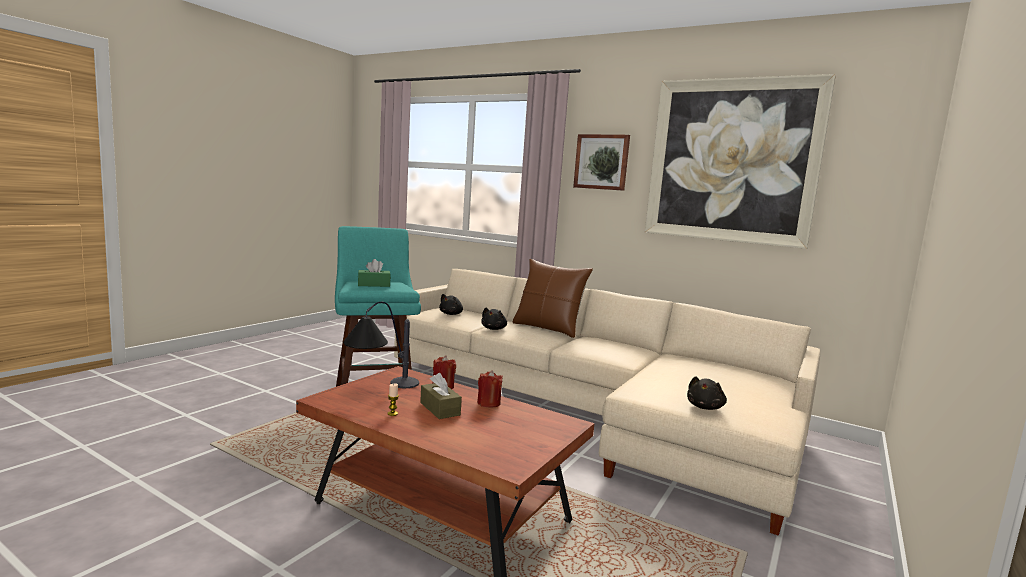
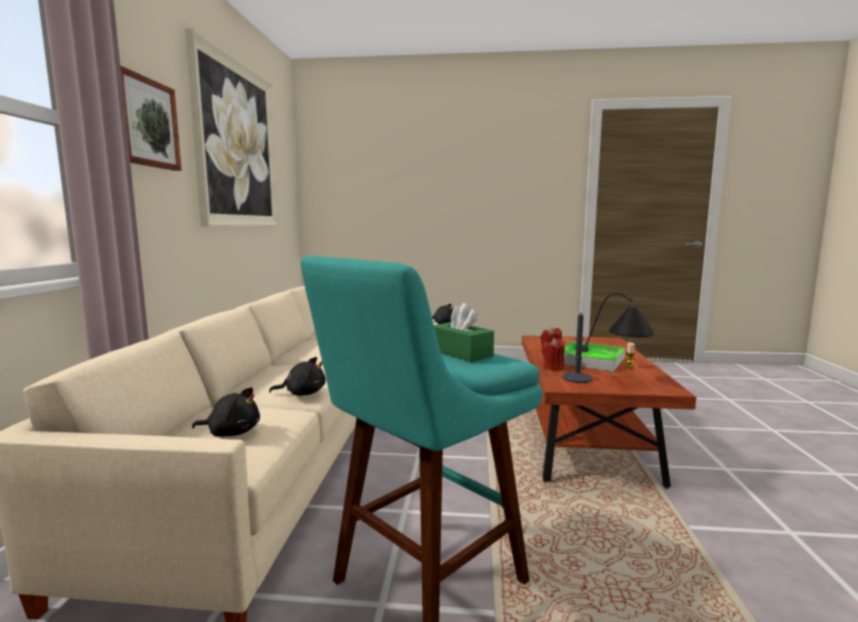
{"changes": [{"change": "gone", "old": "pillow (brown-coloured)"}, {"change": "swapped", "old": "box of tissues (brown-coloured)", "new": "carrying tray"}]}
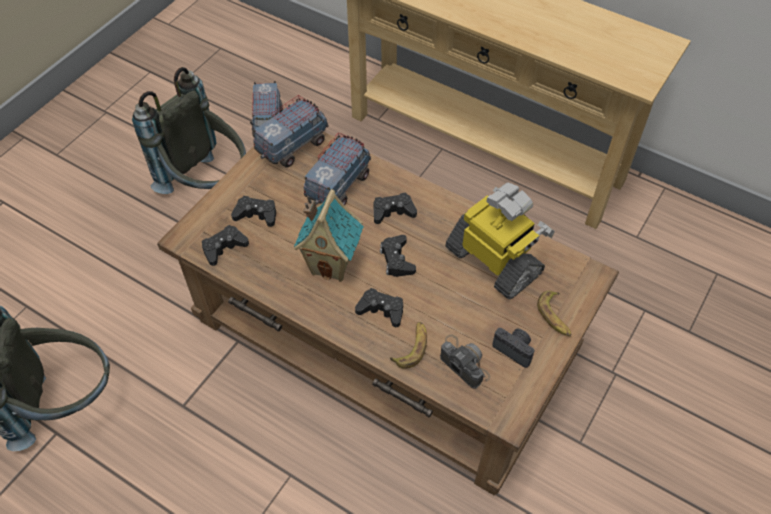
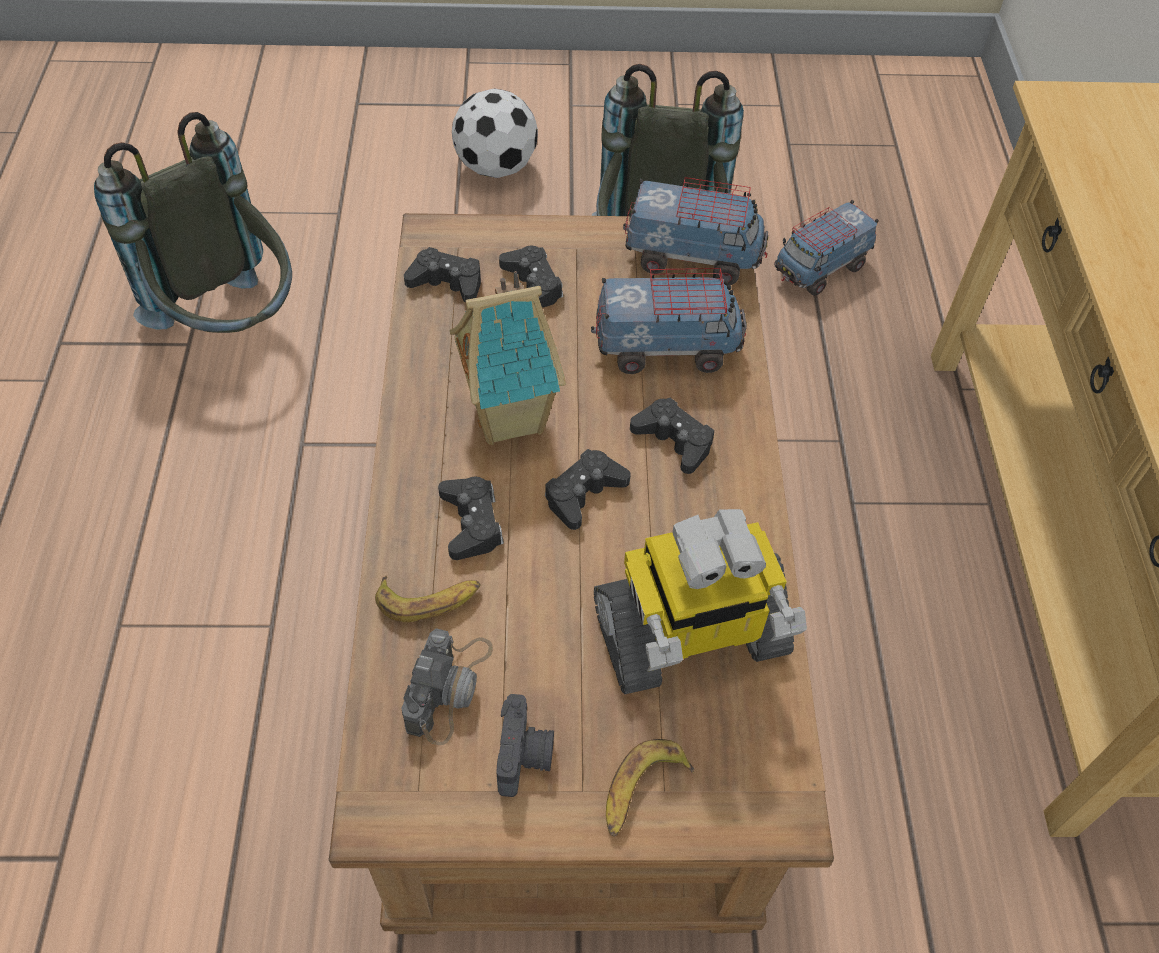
{"changes": [{"change": "rotated", "old": "model robot", "degrees": 60}, {"change": "new", "new": "football ball"}]}
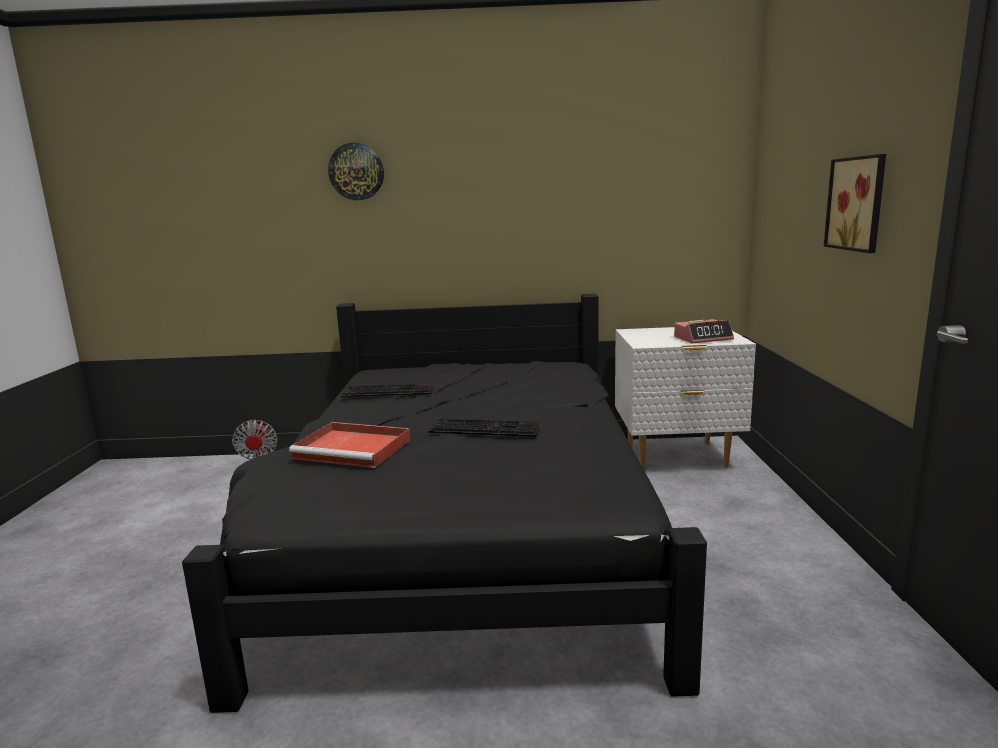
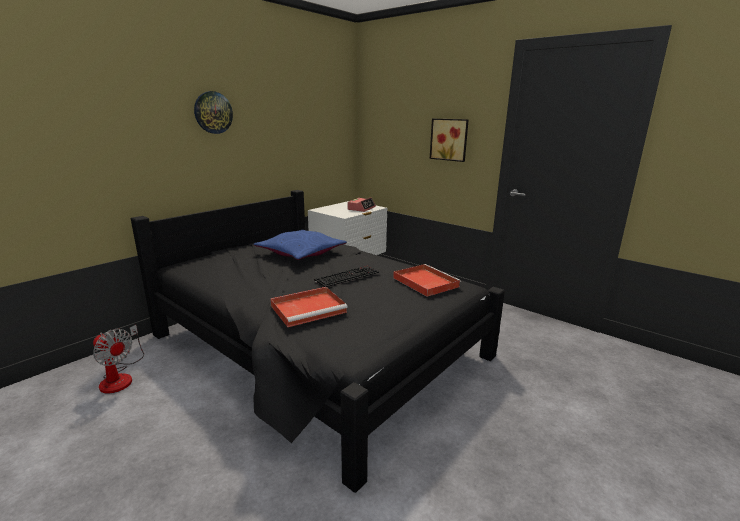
{"changes": [{"change": "shifted", "old": "clock on the wall"}, {"change": "gone", "old": "PC keyboard (no. 1 from left)"}, {"change": "new", "new": "pillow (bluish)"}, {"change": "new", "new": "carrying tray (red) (no. 2 from left)"}]}
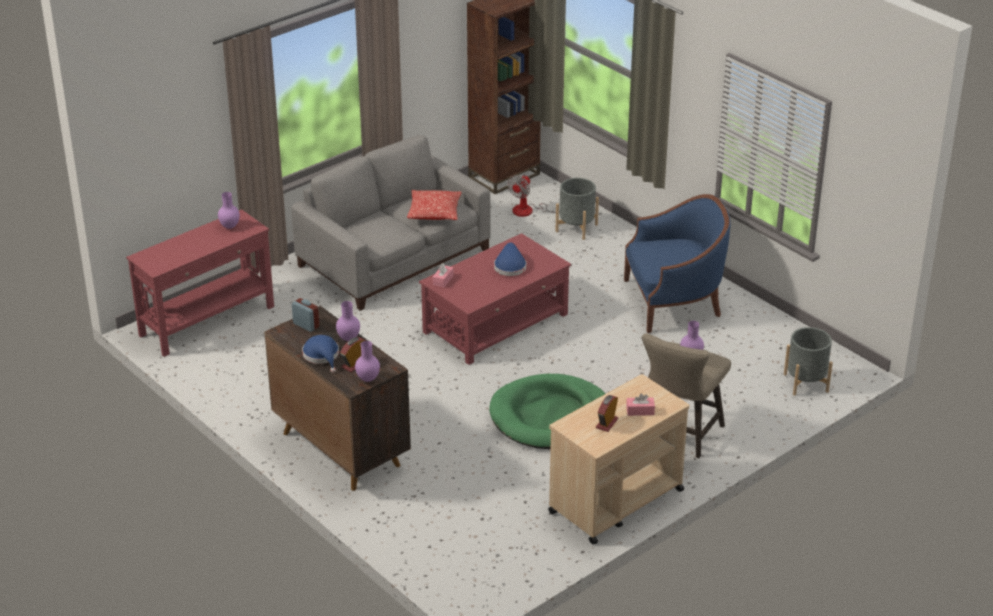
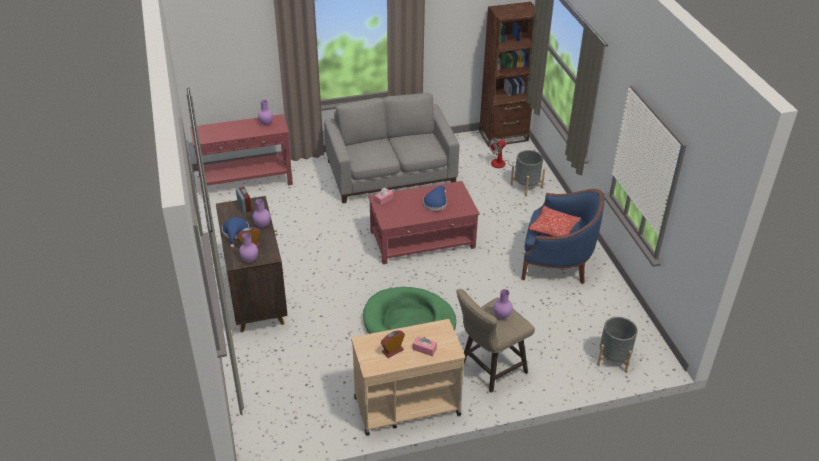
{"changes": [{"change": "shifted", "old": "pillow"}]}
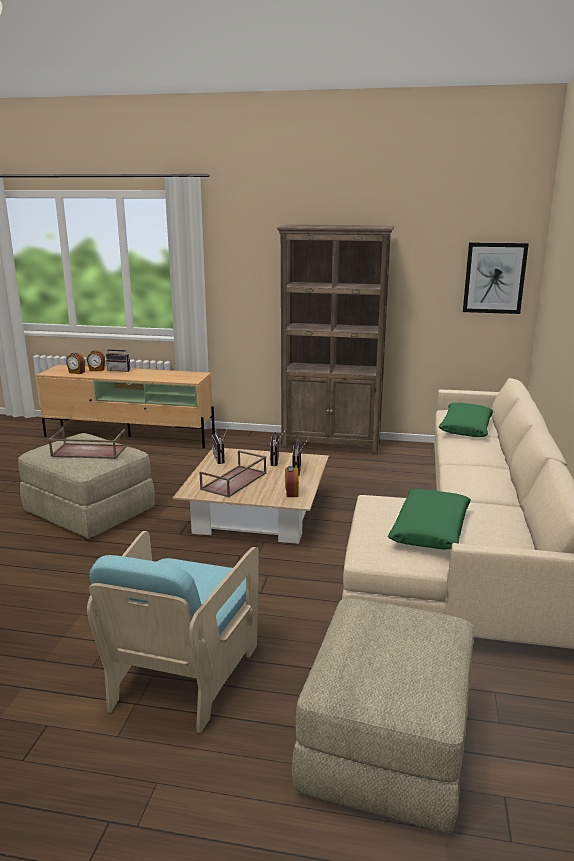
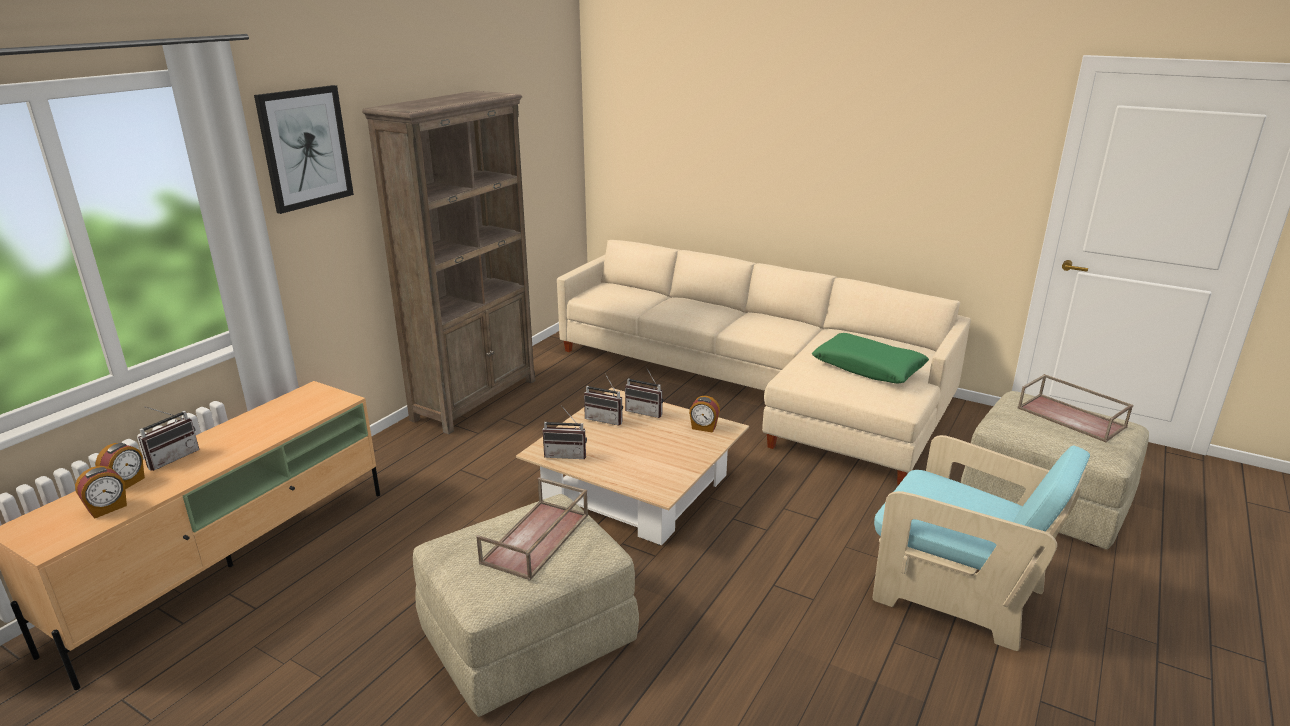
{"changes": [{"change": "shifted", "old": "wall picture"}, {"change": "gone", "old": "pillow (greenish) (no. 2 from left)"}, {"change": "shifted", "old": "carrying tray (brown-coloured) (no. 2 from left)"}]}
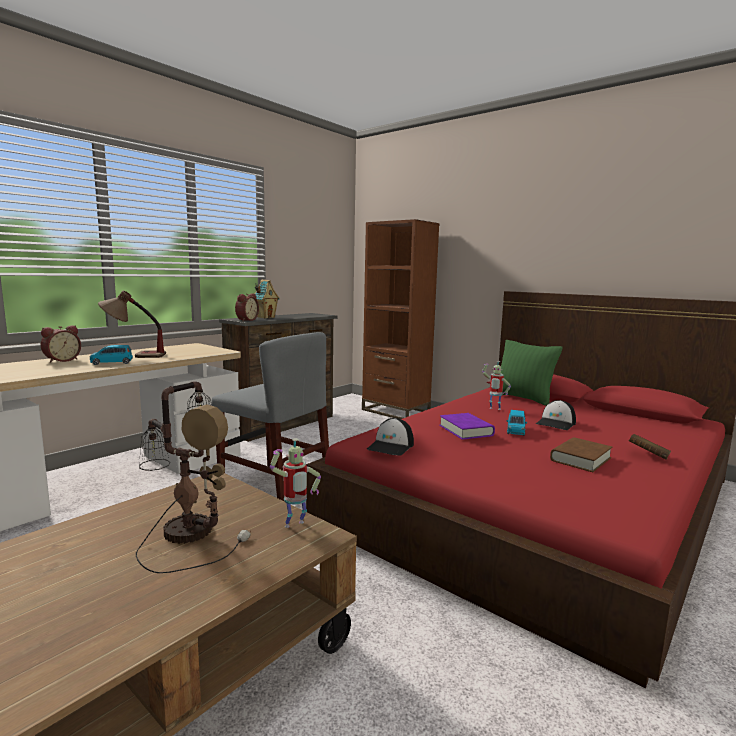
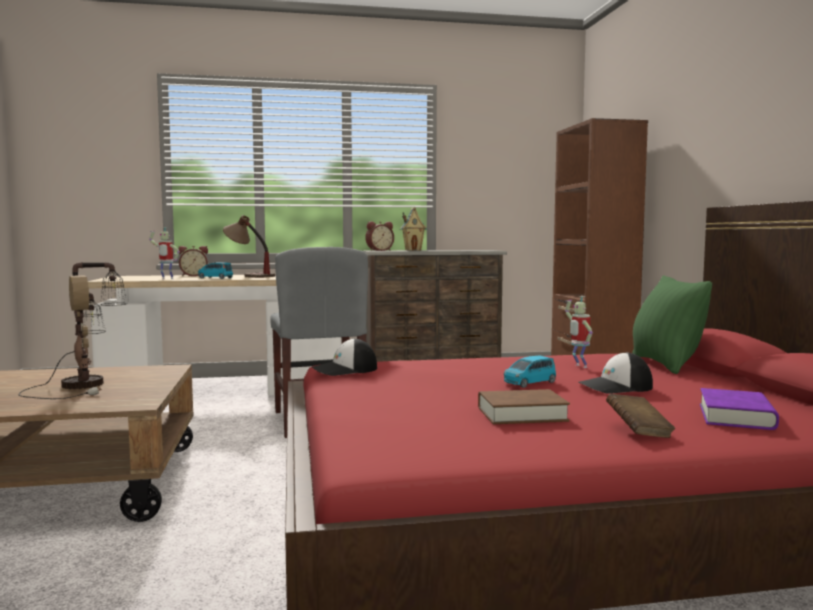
{"changes": [{"change": "shifted", "old": "volume (purple)"}, {"change": "shifted", "old": "model robot (no. 1 from left)"}]}
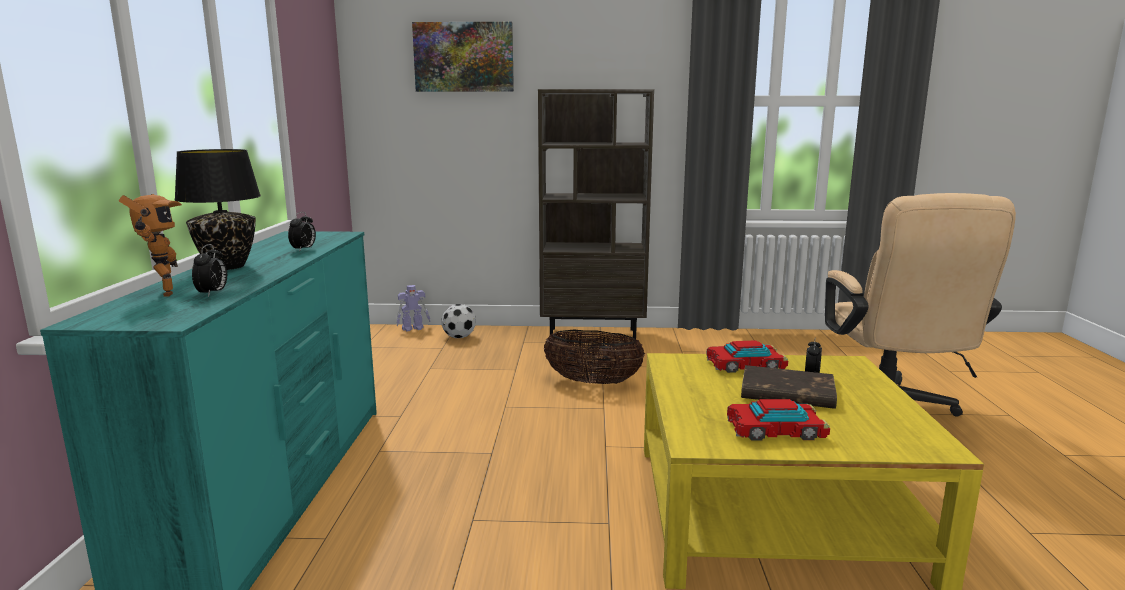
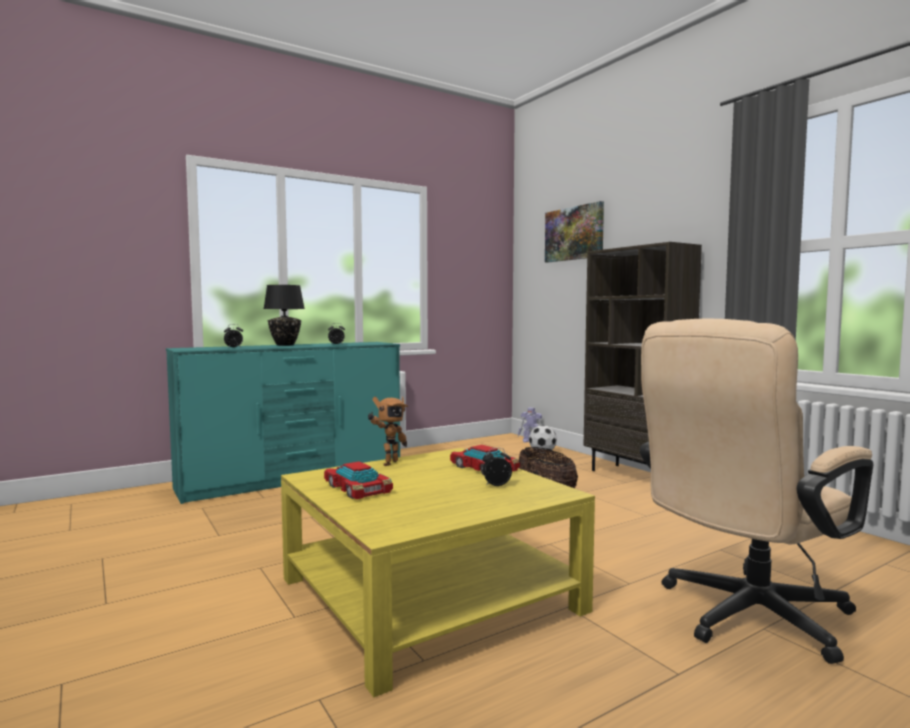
{"changes": [{"change": "shifted", "old": "model robot (no. 1 from left)"}, {"change": "gone", "old": "volume (brown-coloured)"}]}
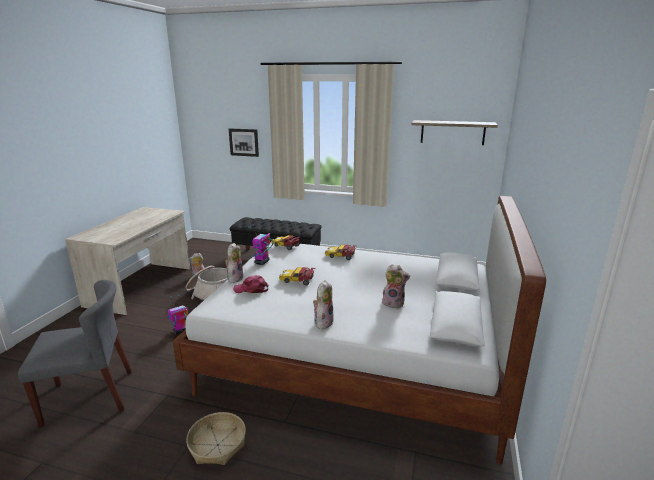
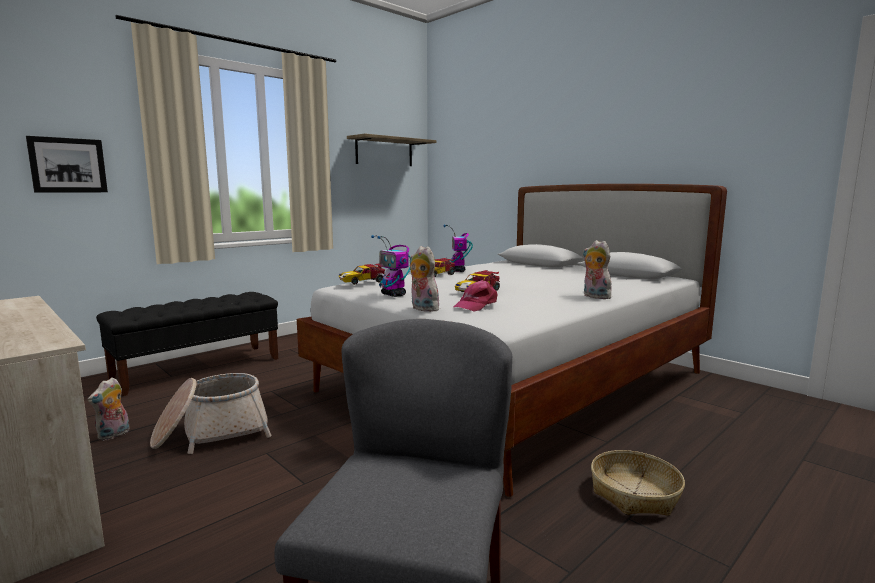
{"changes": [{"change": "gone", "old": "soft toy (no. 4 from left)"}, {"change": "shifted", "old": "model robot (no. 1 from left in the first image)", "new": "model robot (no. 2 from left)"}]}
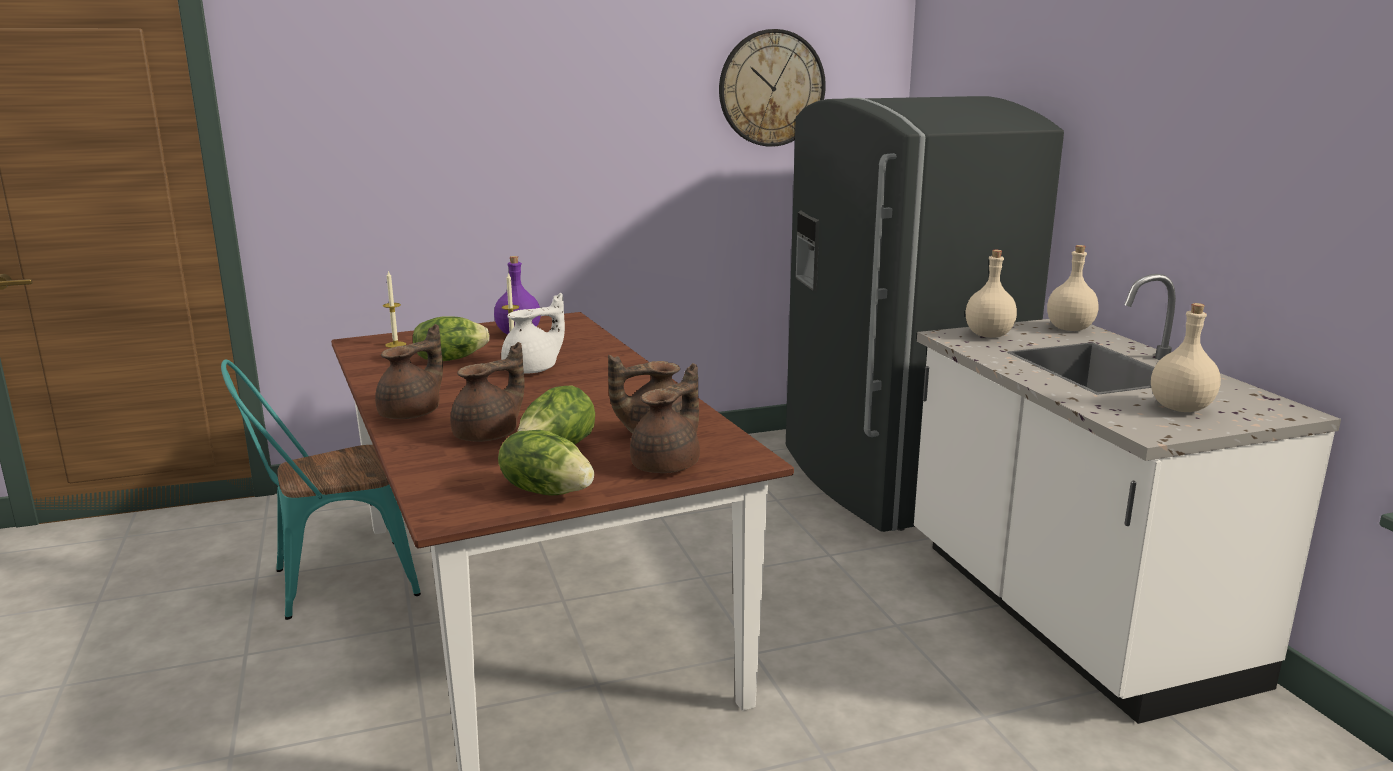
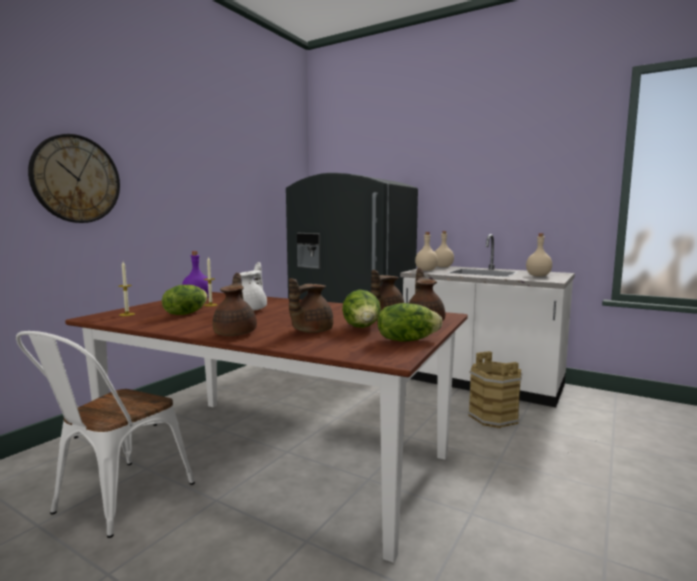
{"changes": [{"change": "shifted", "old": "clock on the wall"}, {"change": "rotated", "old": "pot for tea (brown-coloured) (no. 2 from left)", "degrees": -150}, {"change": "repainted", "old": "plain chair (turquoise-coloured)", "new": "plain chair (white)"}, {"change": "new", "new": "pail (brown-coloured)"}]}
